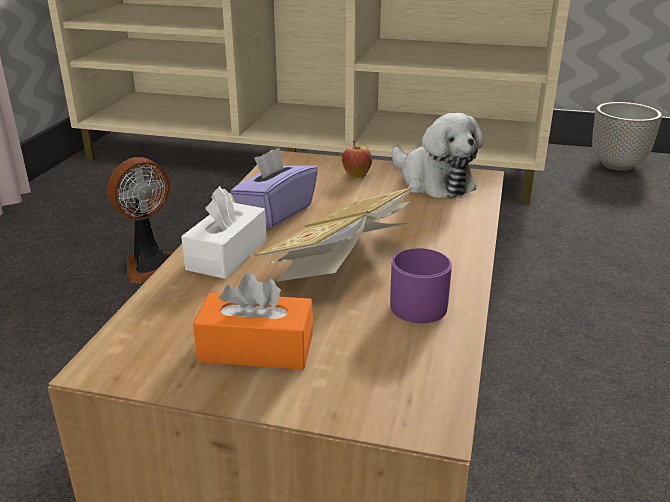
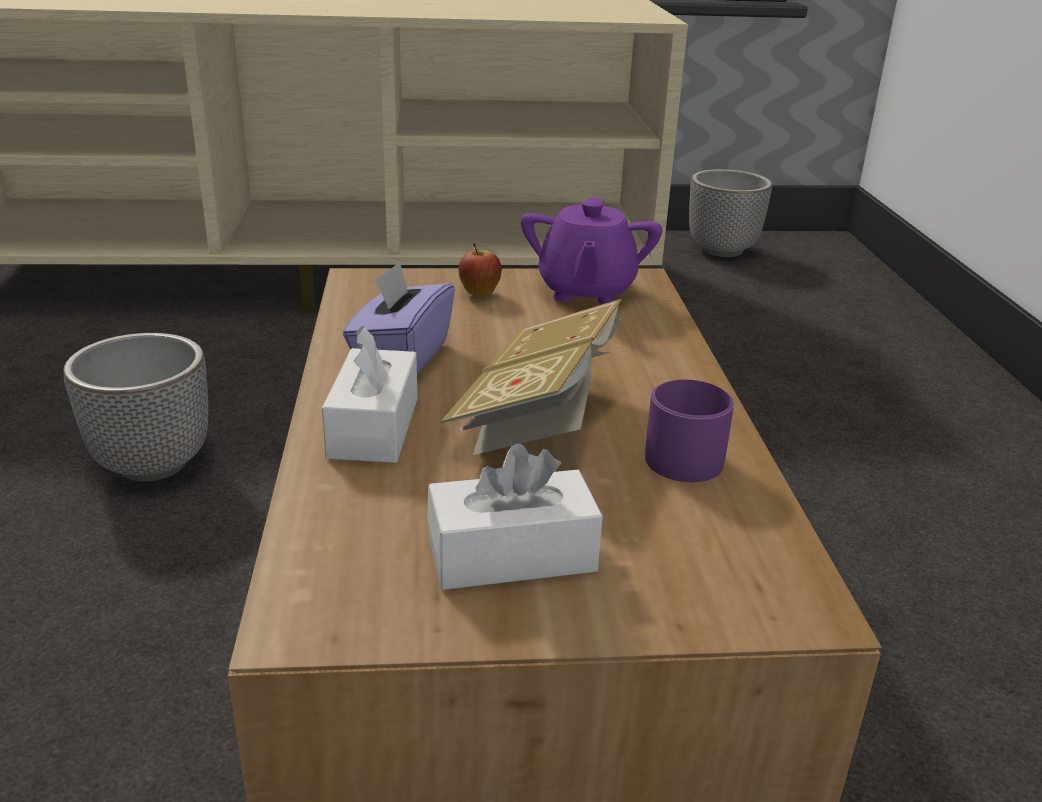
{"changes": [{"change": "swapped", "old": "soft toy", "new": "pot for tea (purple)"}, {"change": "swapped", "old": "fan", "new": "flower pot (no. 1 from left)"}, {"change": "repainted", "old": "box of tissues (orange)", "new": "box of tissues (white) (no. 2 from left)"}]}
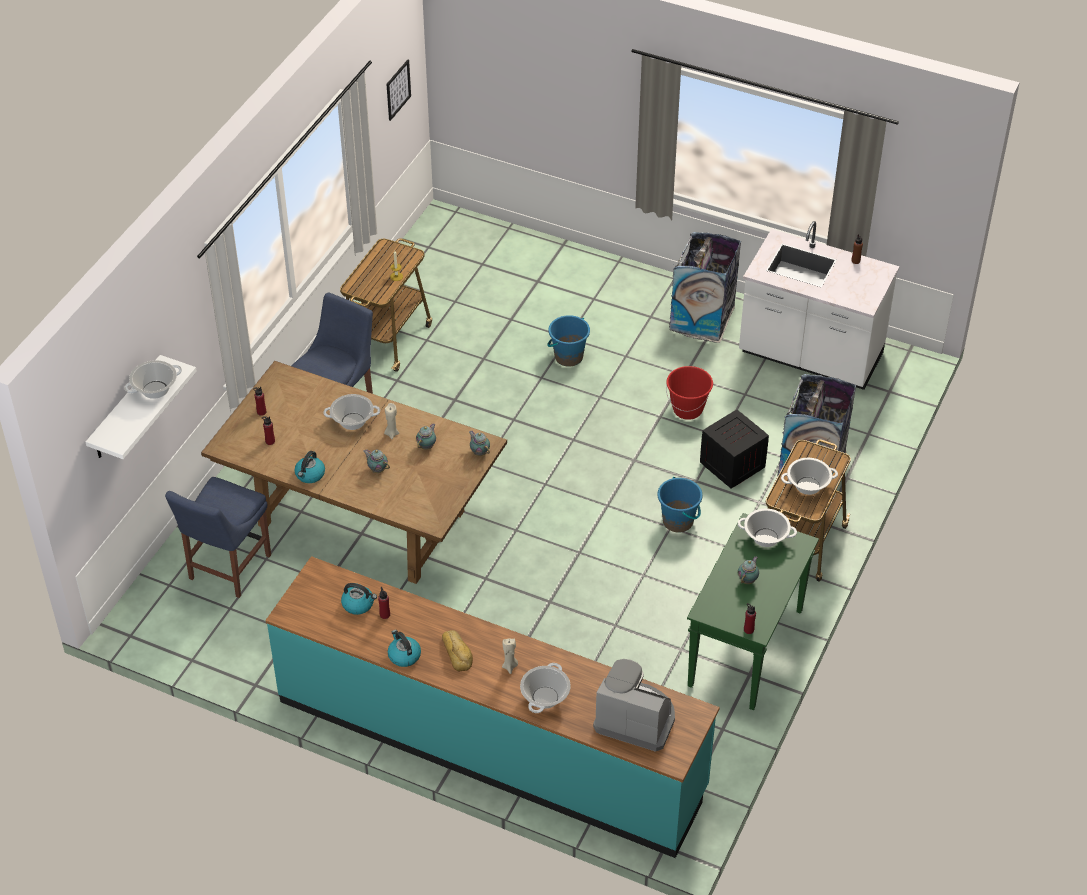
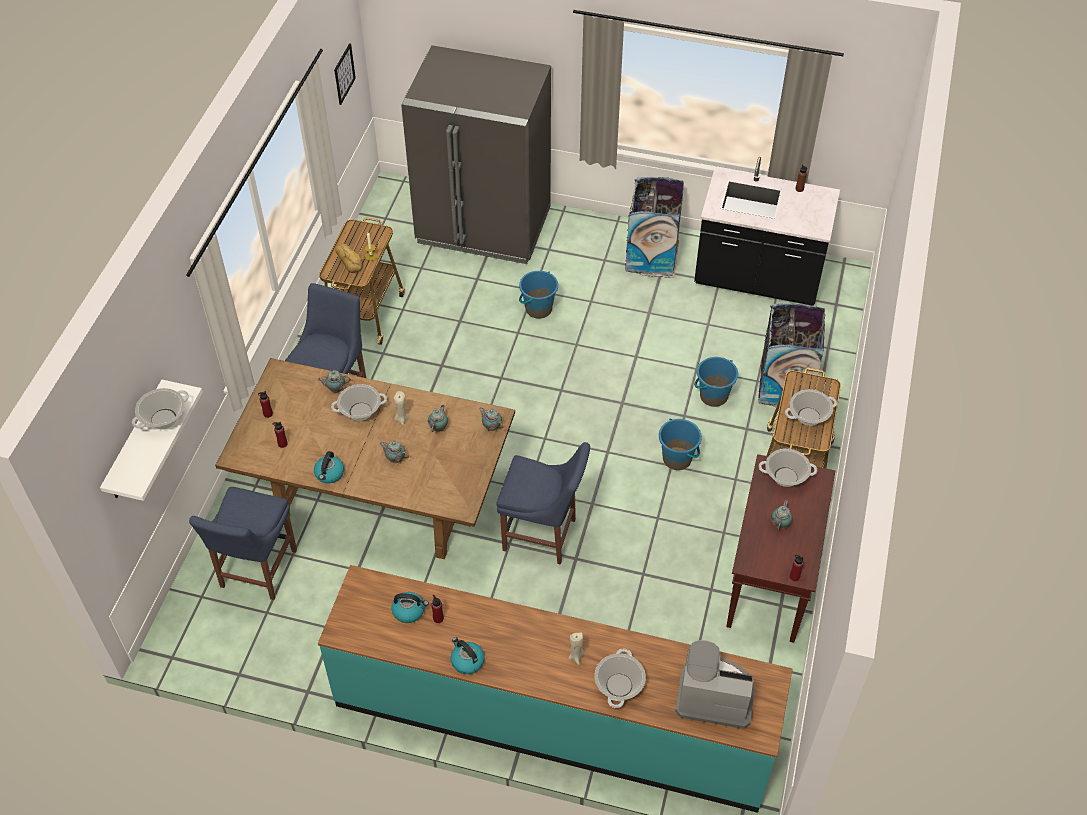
{"changes": [{"change": "repainted", "old": "kitchen counter (white)", "new": "kitchen counter (black)"}, {"change": "gone", "old": "pail (red)"}, {"change": "swapped", "old": "crate", "new": "pail (bluish) (no. 3 from left)"}, {"change": "repainted", "old": "hall table (greenish)", "new": "hall table (brown-coloured)"}, {"change": "shifted", "old": "bread"}, {"change": "new", "new": "refrigerator (gray)"}, {"change": "new", "new": "pot for tea (no. 1 from left)"}, {"change": "new", "new": "plain chair (bluish) (no. 3 from left)"}]}
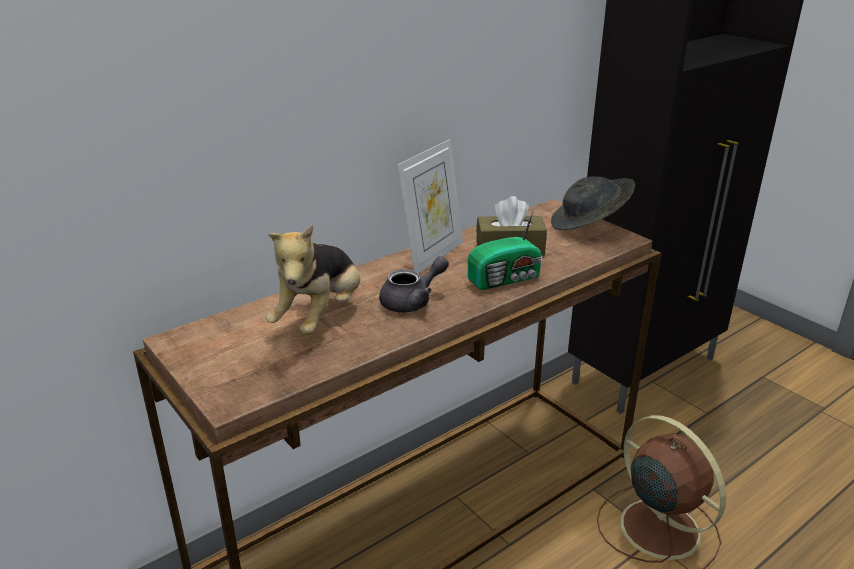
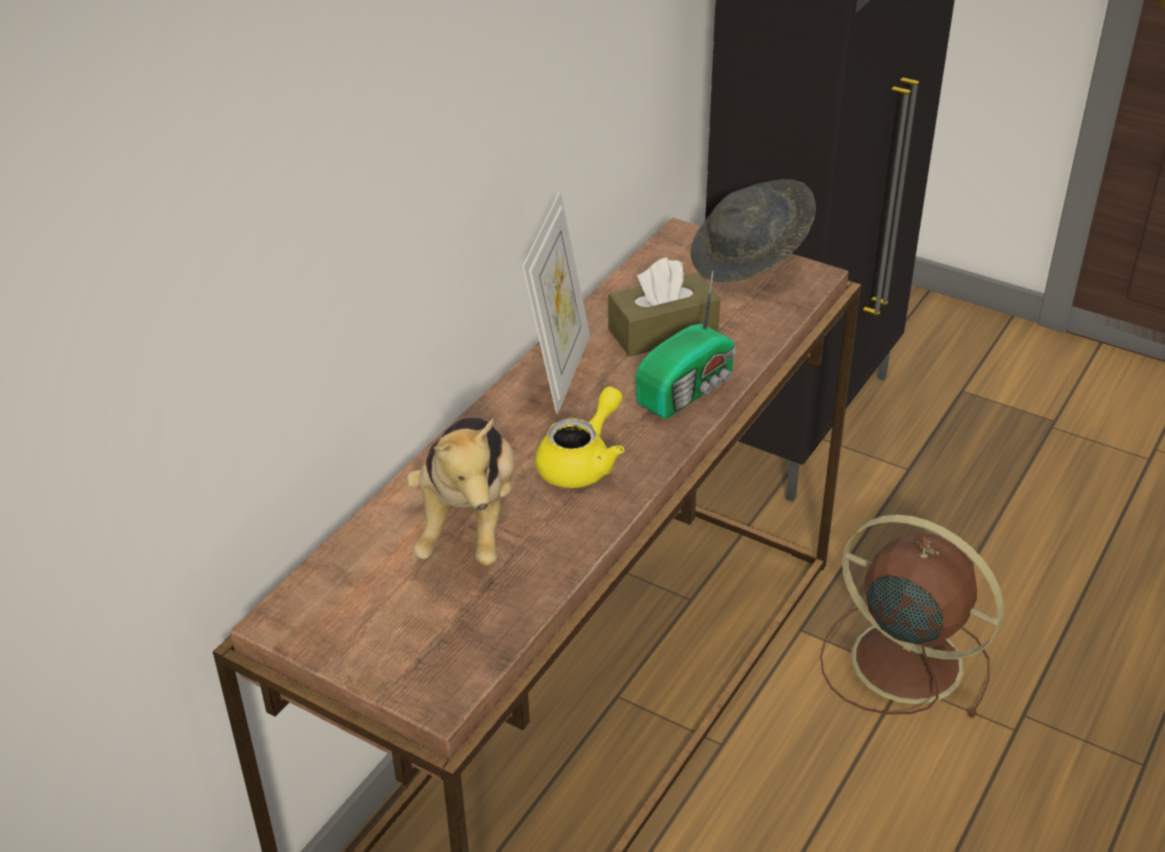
{"changes": [{"change": "repainted", "old": "pot for tea (gray)", "new": "pot for tea (yellow)"}]}
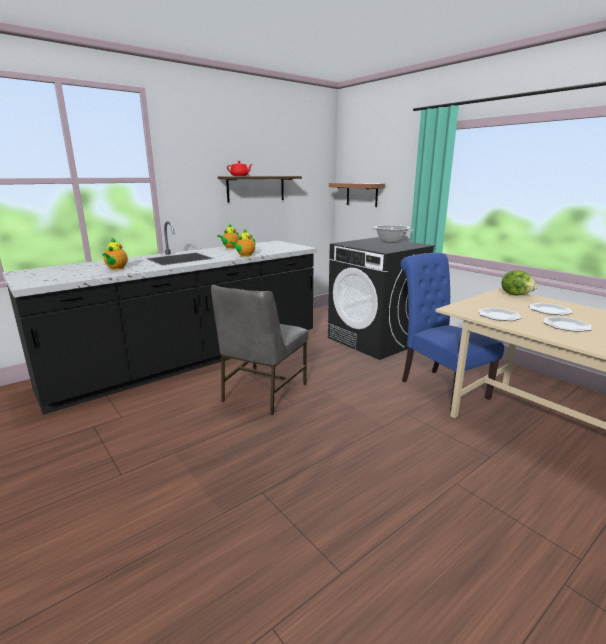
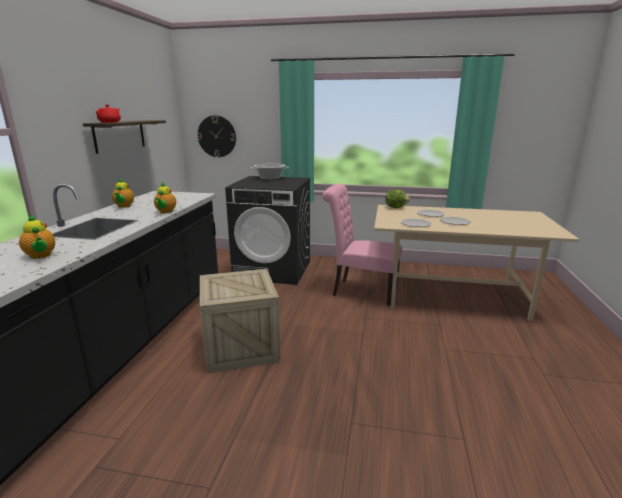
{"changes": [{"change": "swapped", "old": "bracket shelf (no. 2 from left)", "new": "clock on the wall"}, {"change": "repainted", "old": "plain chair (bluish)", "new": "plain chair (pinkish)"}, {"change": "swapped", "old": "plain chair (gray)", "new": "crate"}]}
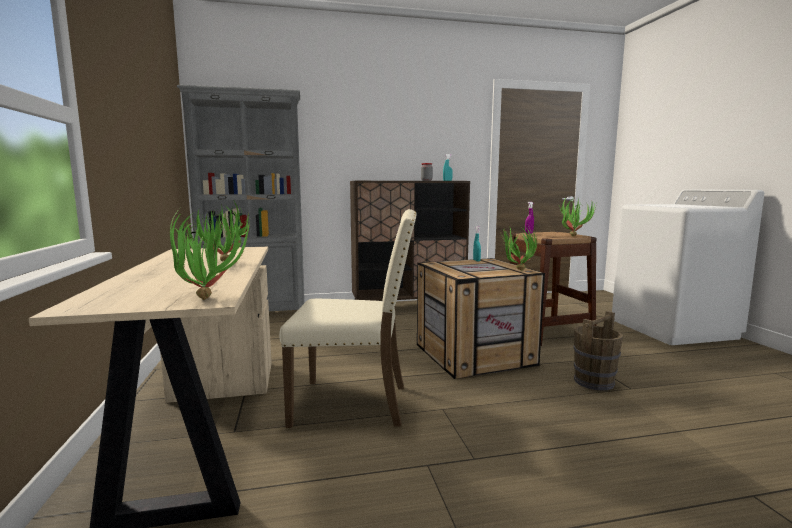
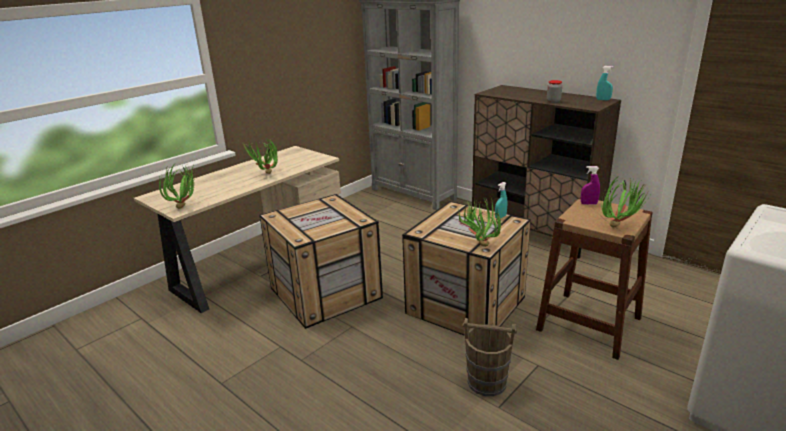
{"changes": [{"change": "swapped", "old": "plain chair (beige)", "new": "crate (no. 1 from left)"}]}
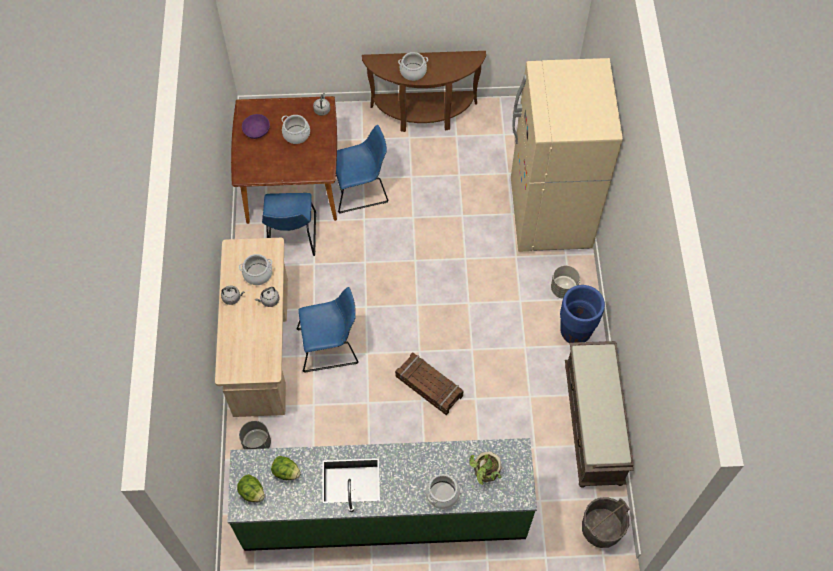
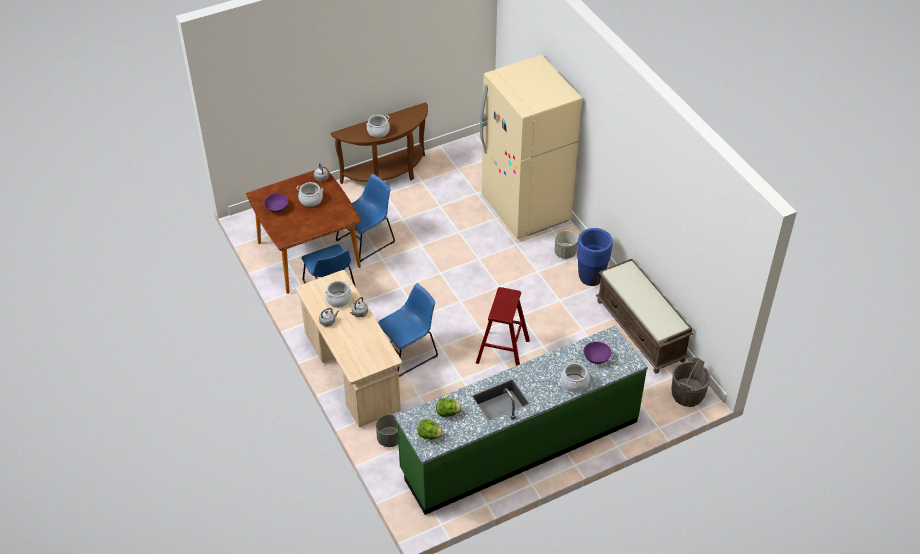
{"changes": [{"change": "swapped", "old": "crate", "new": "sitting stool (red)"}, {"change": "swapped", "old": "houseplant", "new": "deep dish (purple) (no. 2 from left)"}]}
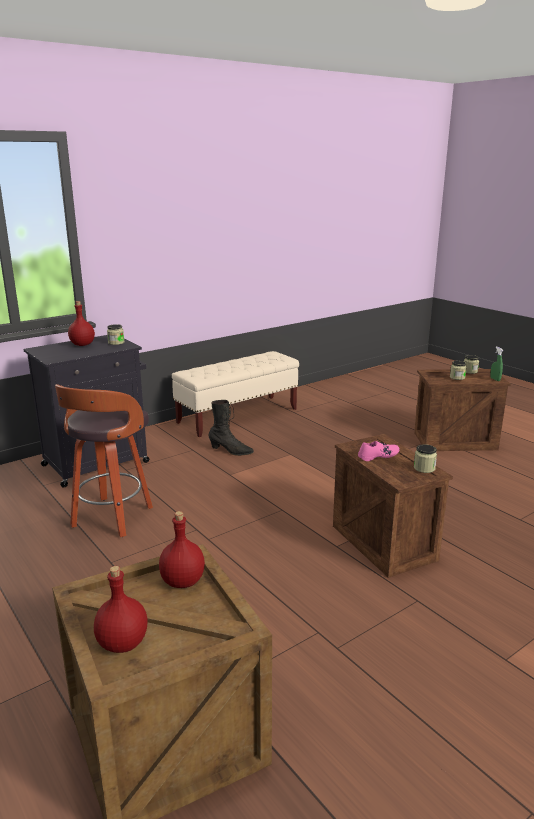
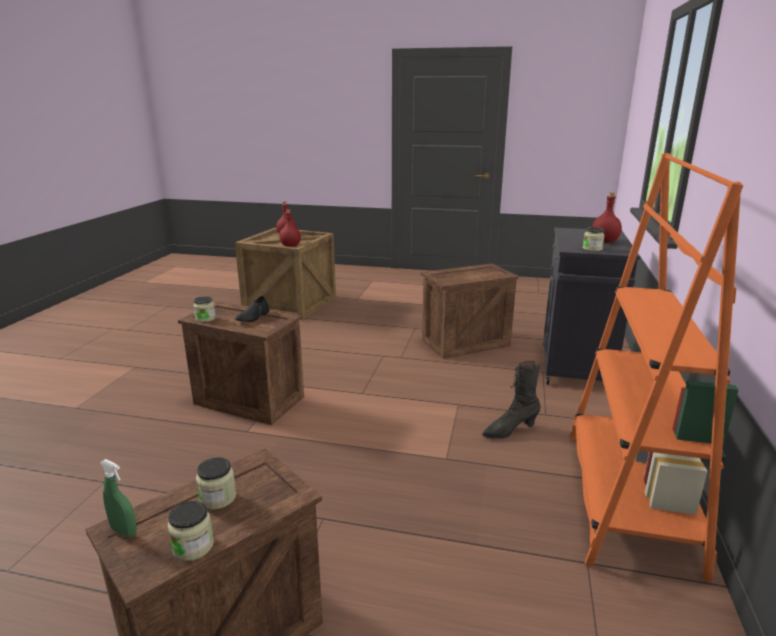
{"changes": [{"change": "swapped", "old": "indoor bench (beige)", "new": "bookshelf (orange)"}, {"change": "swapped", "old": "sitting stool", "new": "crate (no. 4 from left)"}, {"change": "repainted", "old": "shoe (pinkish)", "new": "shoe (black)"}]}
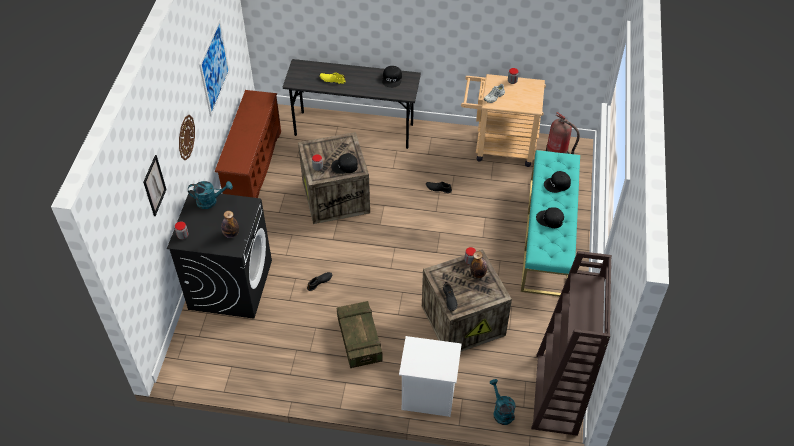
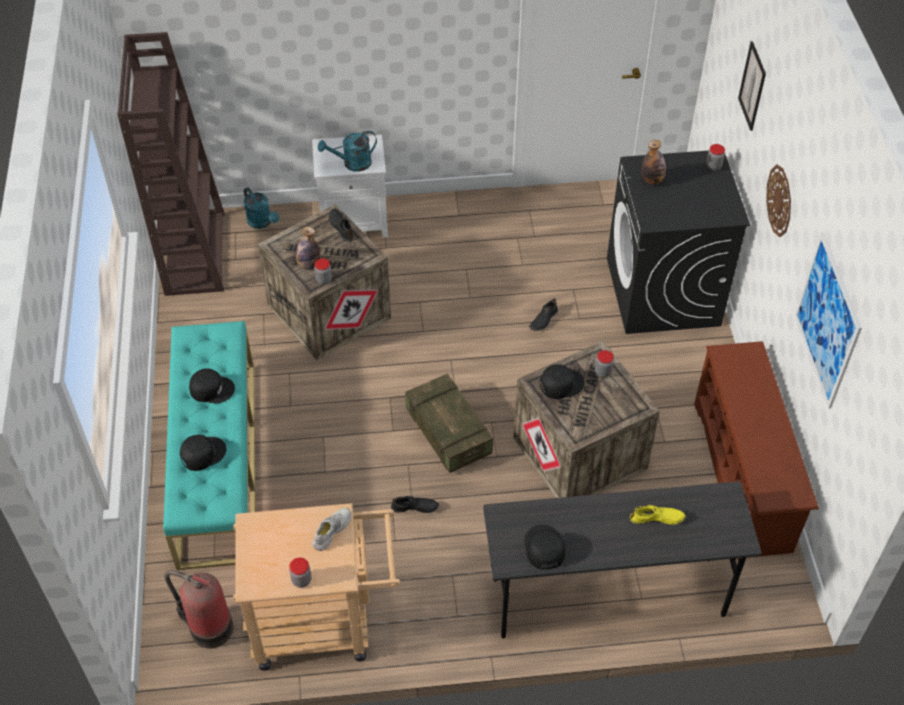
{"changes": [{"change": "shifted", "old": "watering can (turquoise-coloured) (no. 1 from left in the first image)", "new": "watering can (turquoise-coloured) (no. 2 from left)"}, {"change": "shifted", "old": "crate (no. 2 from left)"}]}
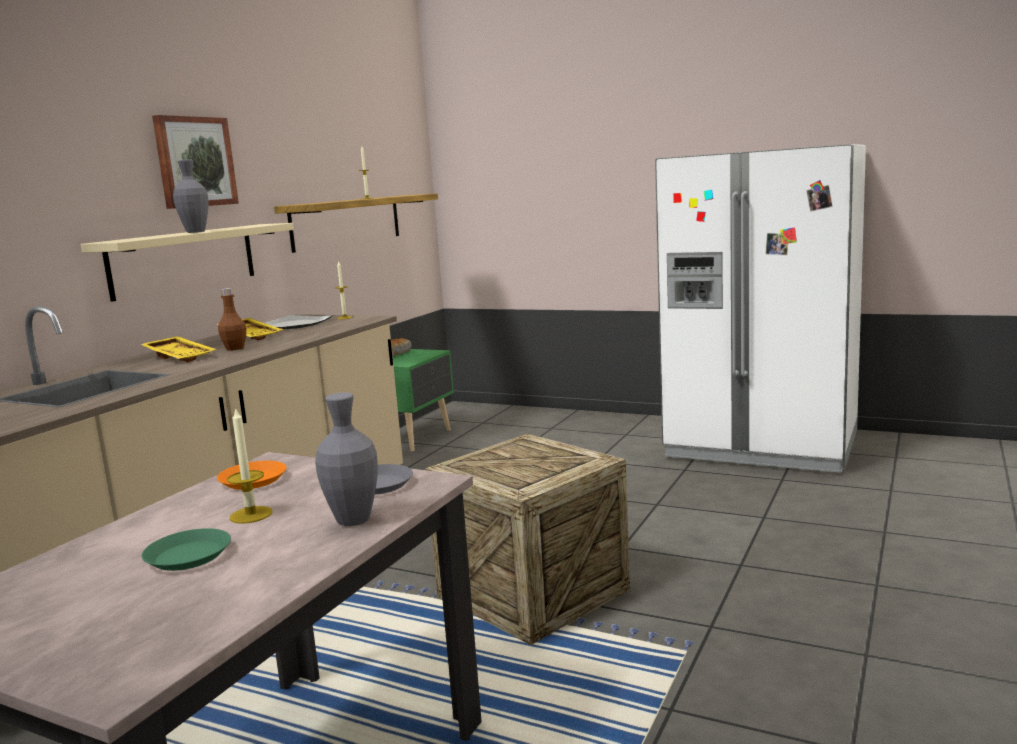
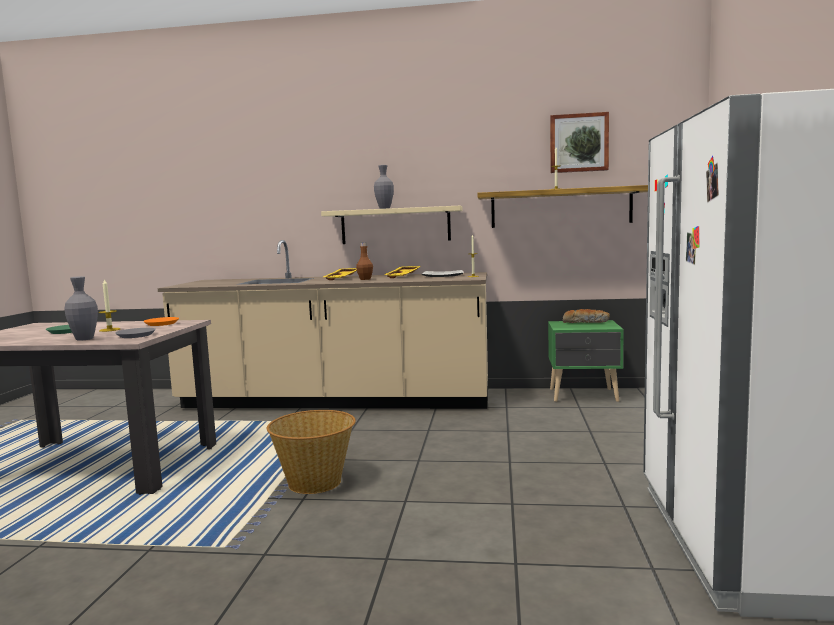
{"changes": [{"change": "shifted", "old": "wall picture"}, {"change": "swapped", "old": "crate", "new": "basket"}]}
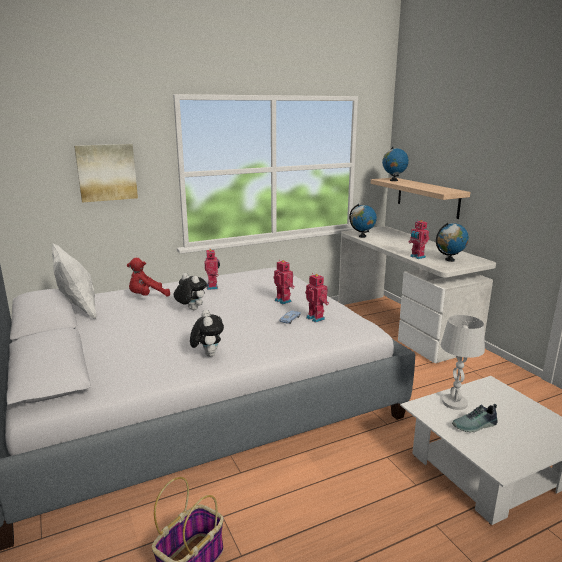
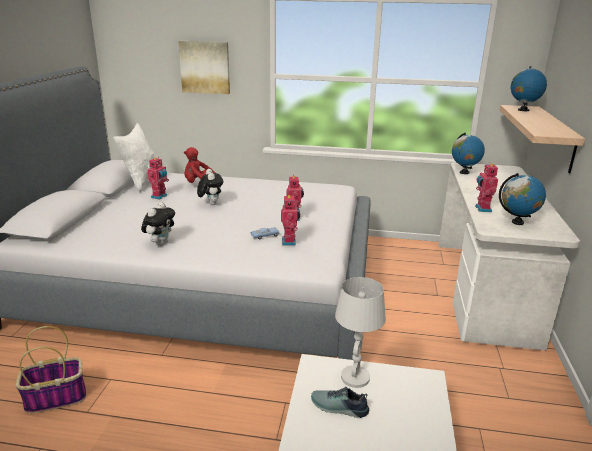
{"changes": [{"change": "shifted", "old": "model robot (no. 1 from left)"}]}
